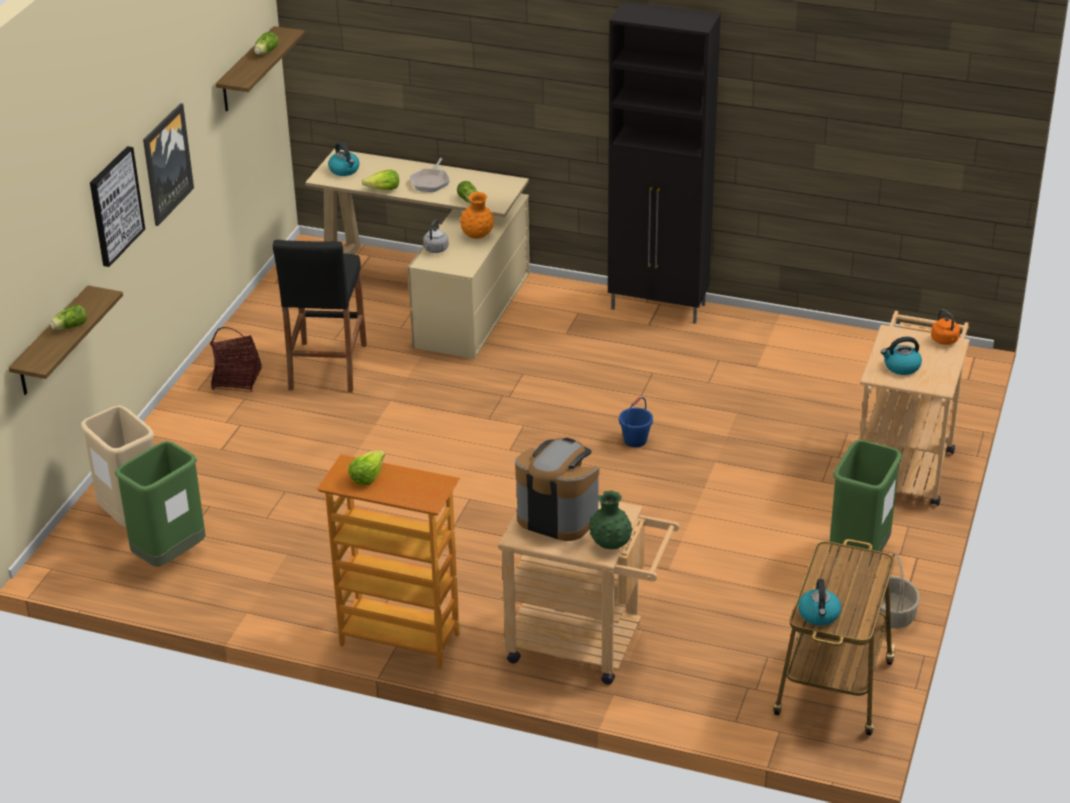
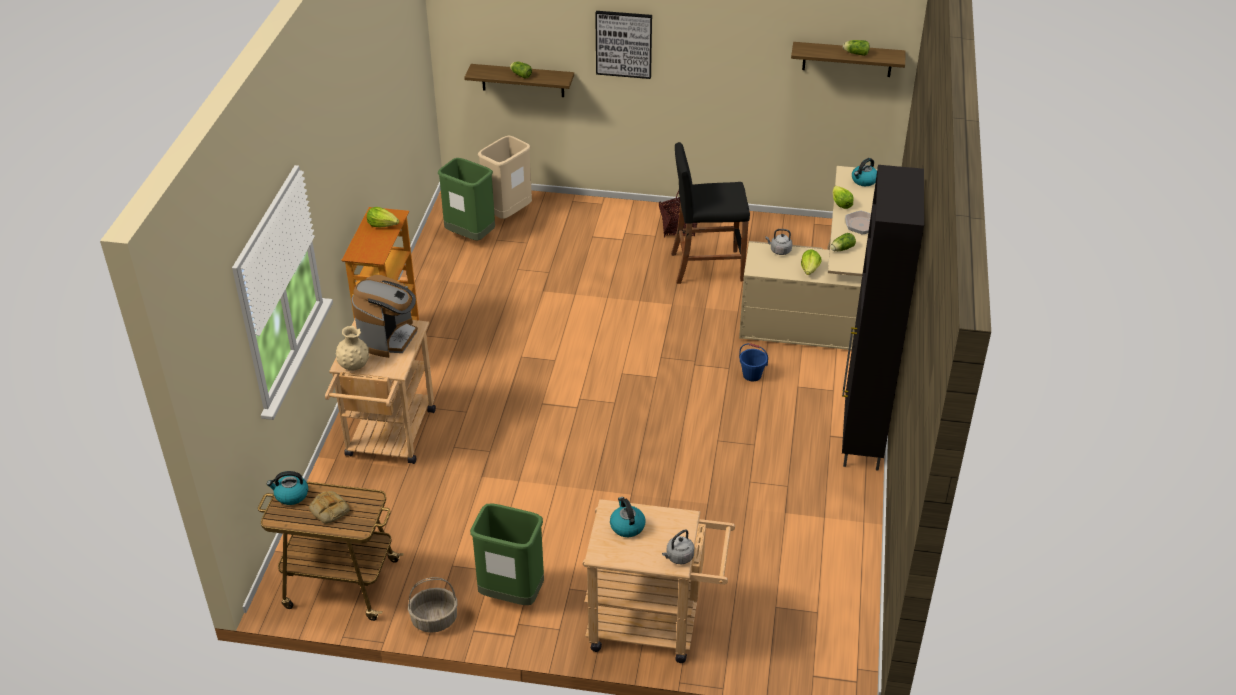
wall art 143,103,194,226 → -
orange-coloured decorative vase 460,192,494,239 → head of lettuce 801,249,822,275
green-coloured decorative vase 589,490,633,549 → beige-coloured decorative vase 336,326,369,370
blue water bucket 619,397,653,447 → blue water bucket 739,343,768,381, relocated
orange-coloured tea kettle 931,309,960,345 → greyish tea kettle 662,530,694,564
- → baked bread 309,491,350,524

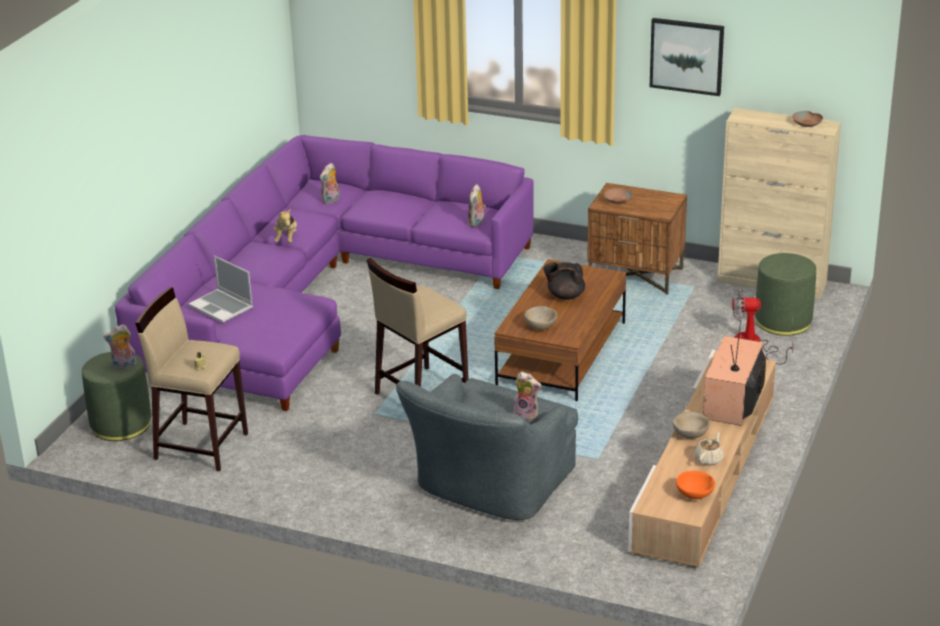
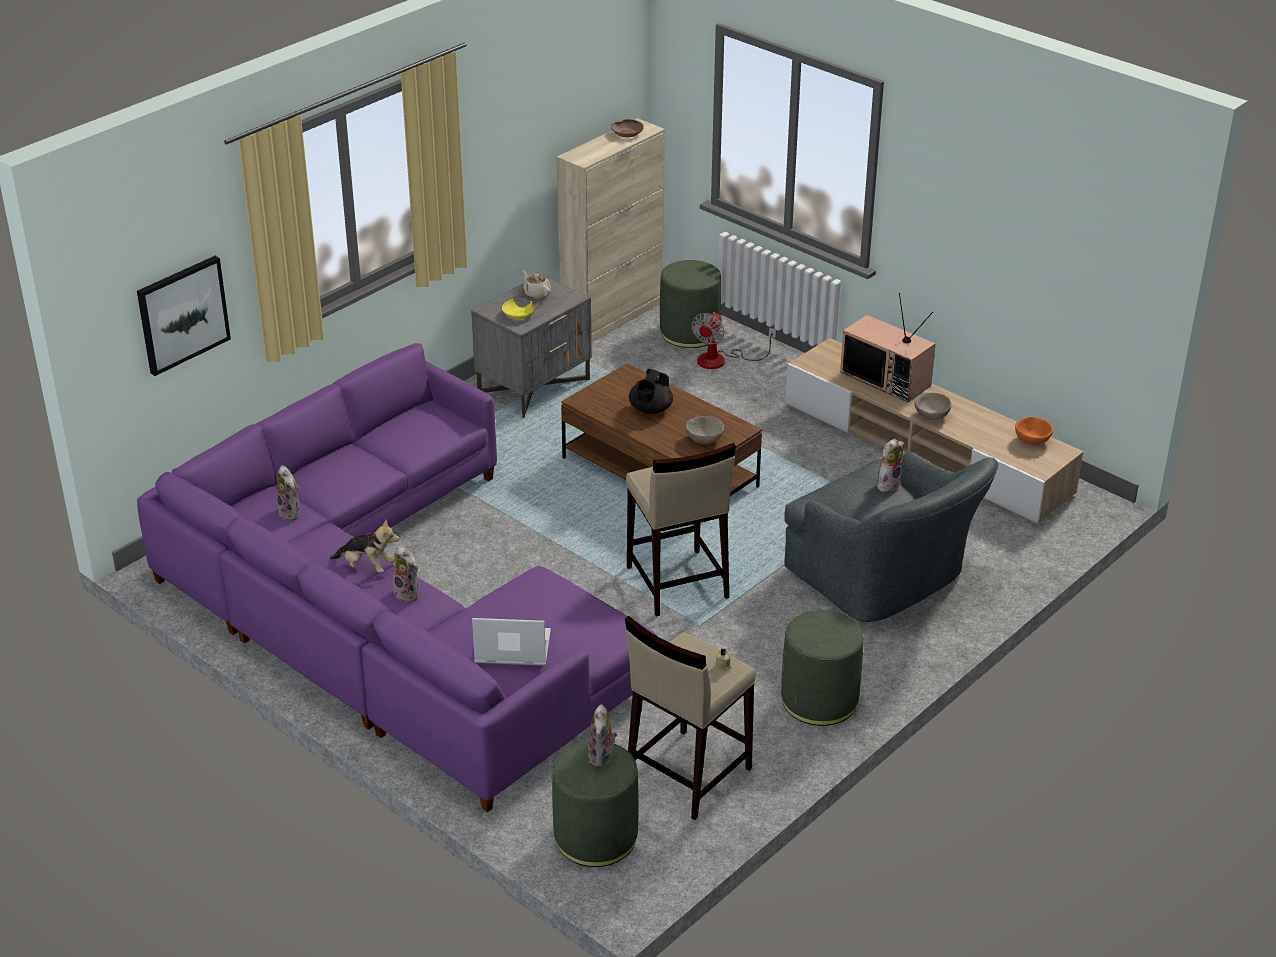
laptop 189,256,253,323 → laptop 472,618,551,666, 150 degrees counterclockwise
soft toy 468,184,486,227 → soft toy 393,546,419,602, relocated
brownish nightstand 587,183,687,295 → greyish nightstand 471,274,592,418
brownish serving bowl 603,188,633,204 → yellow-coloured serving bowl 502,299,536,319
wall art 650,18,724,96 → wall art 137,256,231,376, relocated
beige-coloured tea pot 694,432,724,466 → beige-coloured tea pot 522,270,551,299, relocated
- → green-coloured ottoman 781,610,864,726

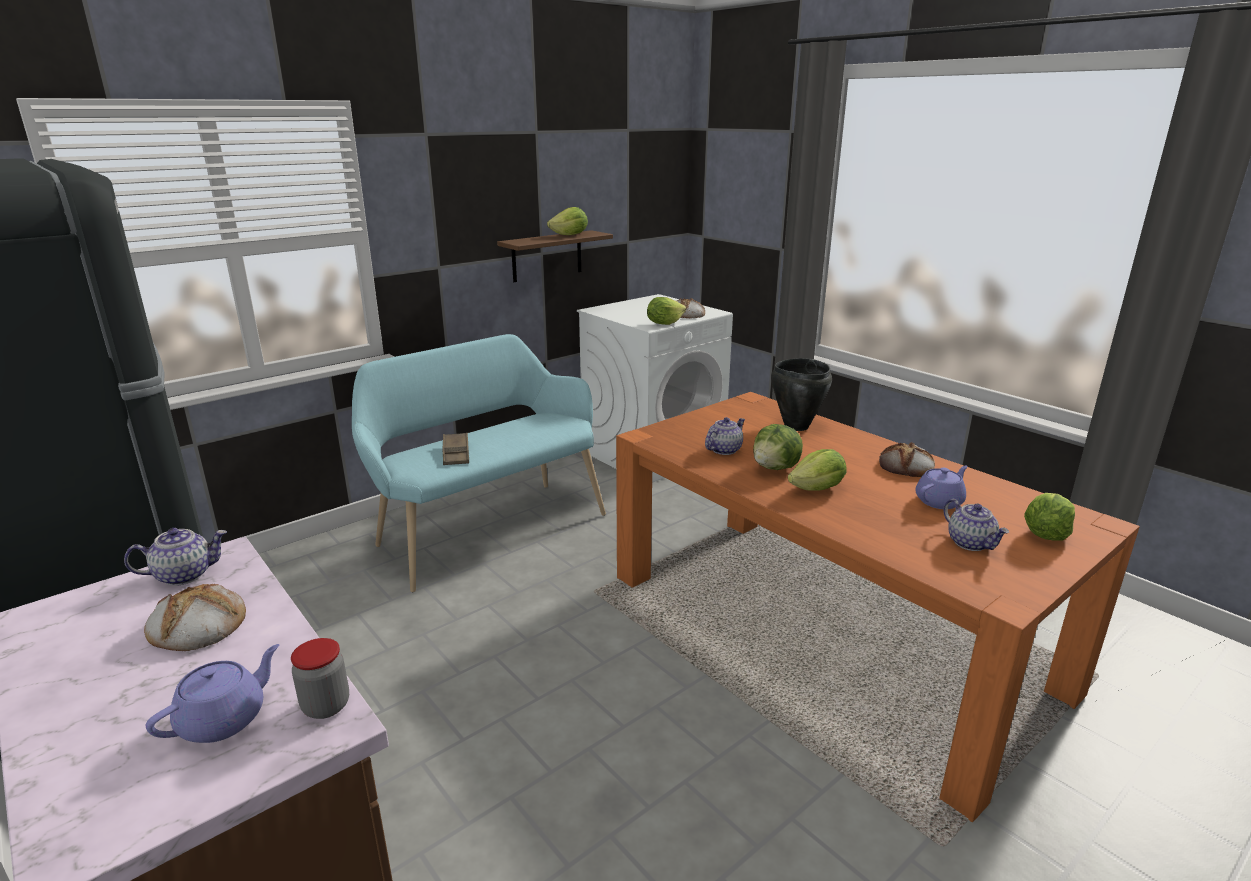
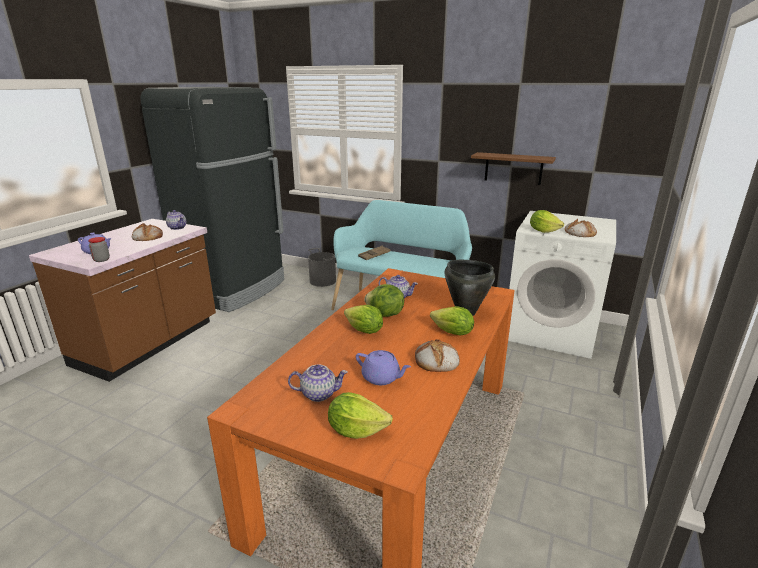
head of lettuce 547,207,588,235 → head of lettuce 430,306,474,336, relocated
tea pot 943,499,1009,551 → tea pot 288,365,348,402, 135 degrees counterclockwise
- → greyish water bucket 308,248,336,287

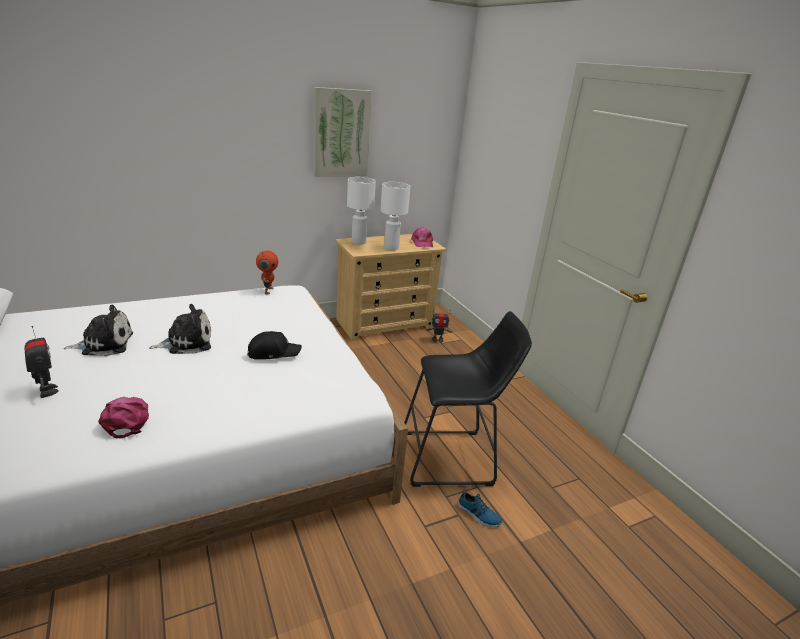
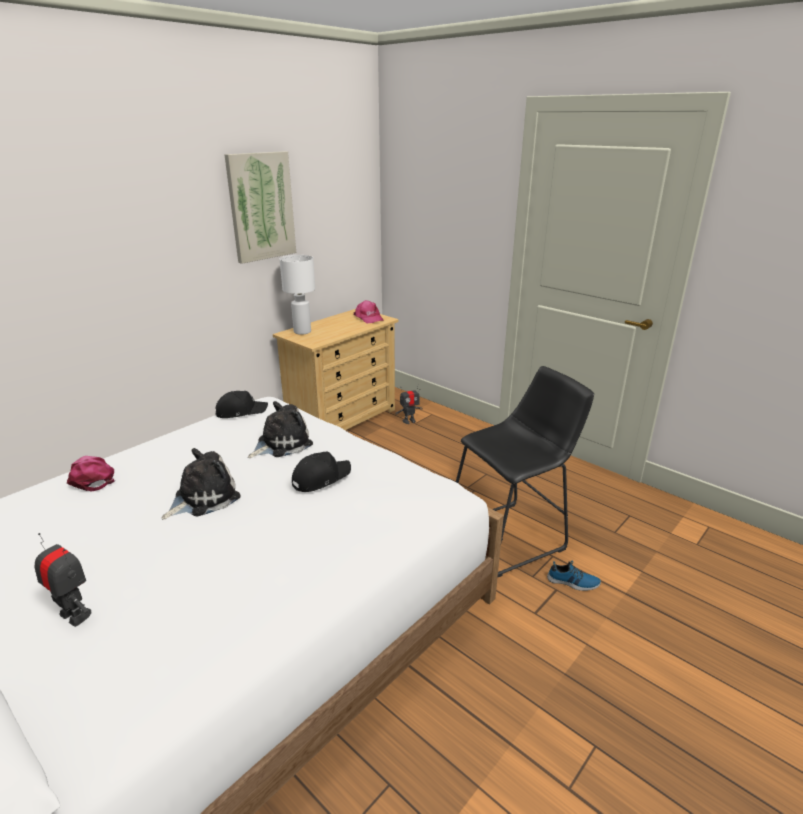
soft toy 63,305,133,356 → soft toy 248,401,313,458, relocated
pink-coloured peaked cap 98,397,149,438 → pink-coloured peaked cap 67,456,115,492, relocated
robot figure 256,251,278,294 → black peaked cap 216,391,268,418
whitish tabletop lamp 380,182,411,250 → -

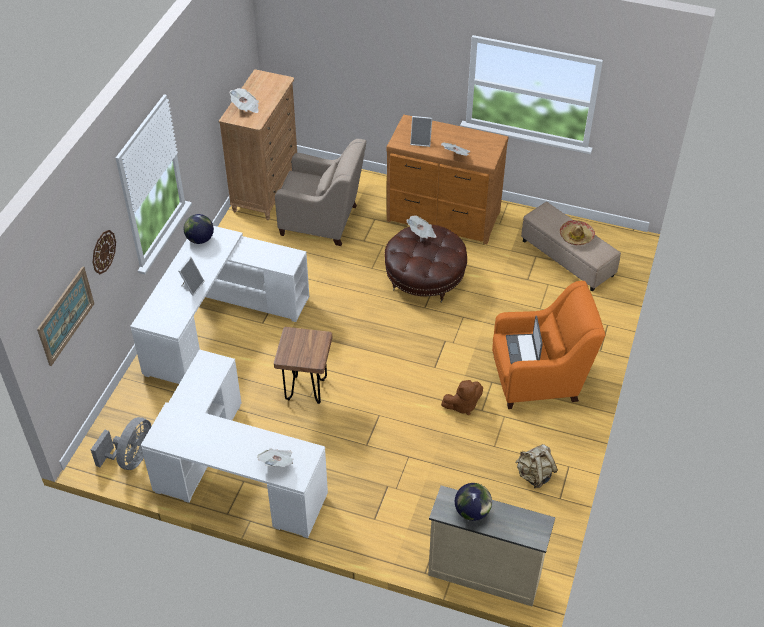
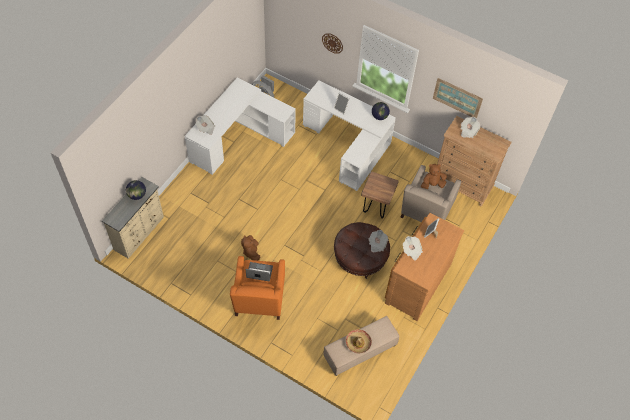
wall art 37,266,94,366 → wall art 433,78,483,118, relocated
brownish stool seat 274,327,332,404 → brownish stool seat 361,172,398,218, relocated
beige-coloured rucksack 515,444,558,488 → -
- → brownish soft toy 421,164,447,189

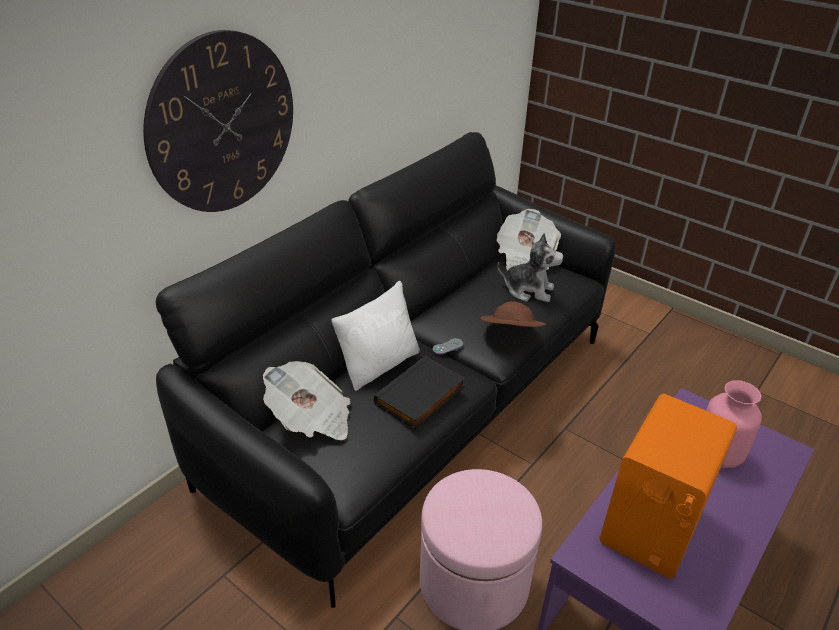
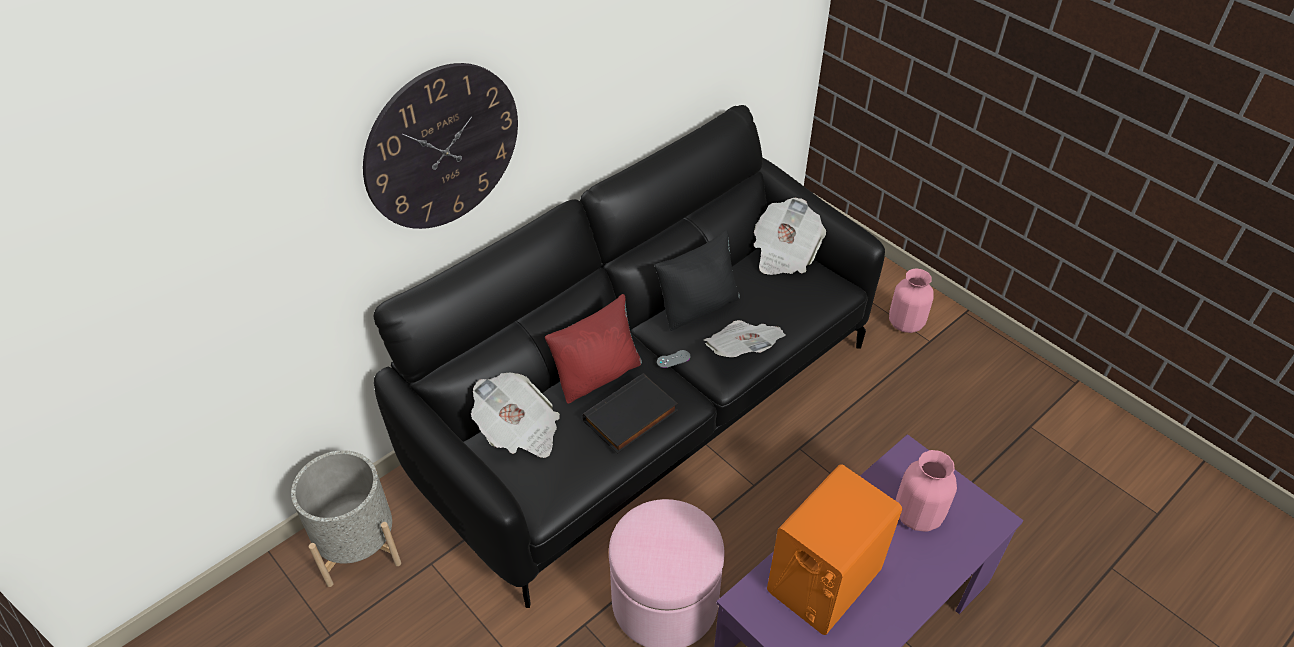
whitish pillow 331,281,420,391 → red-coloured pillow 545,294,642,404
brownish wearable hat 480,302,546,327 → daily paper 704,320,786,357
soft toy 497,233,564,302 → -
- → greyish planter 291,450,401,587
- → black pillow 655,230,740,331
- → pink-coloured decorative vase 889,268,934,333

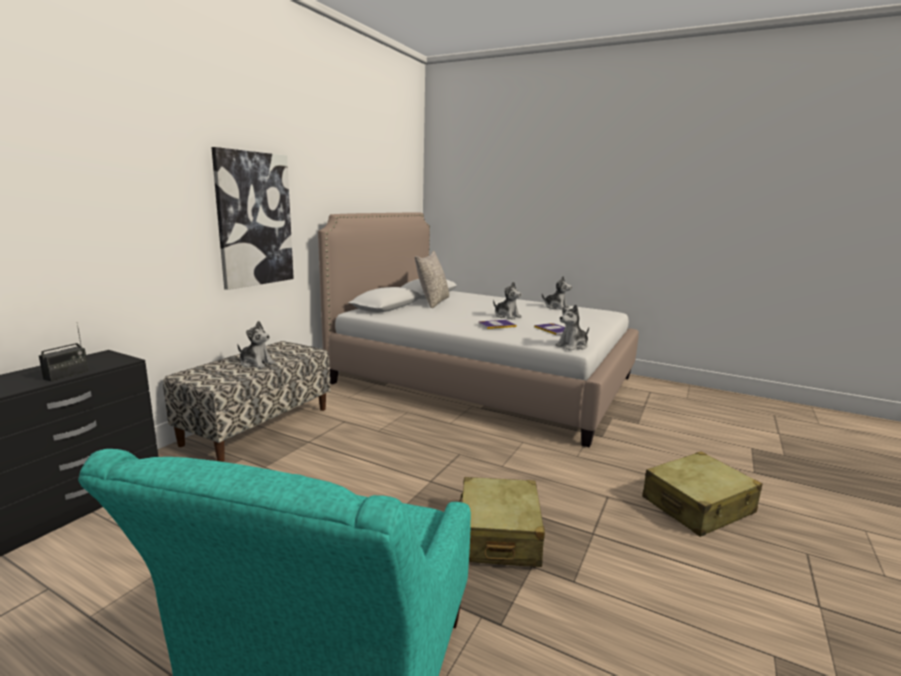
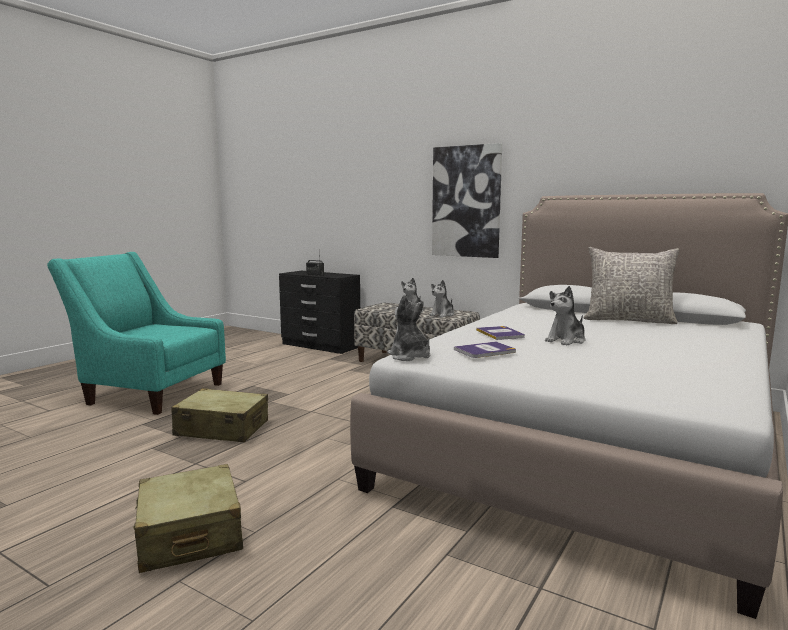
soft toy 542,276,572,310 → soft toy 429,280,454,317, relocated

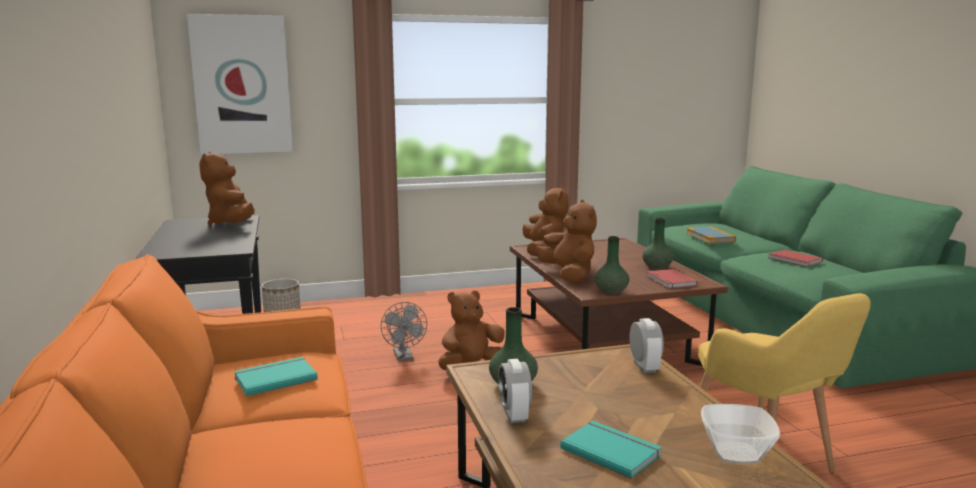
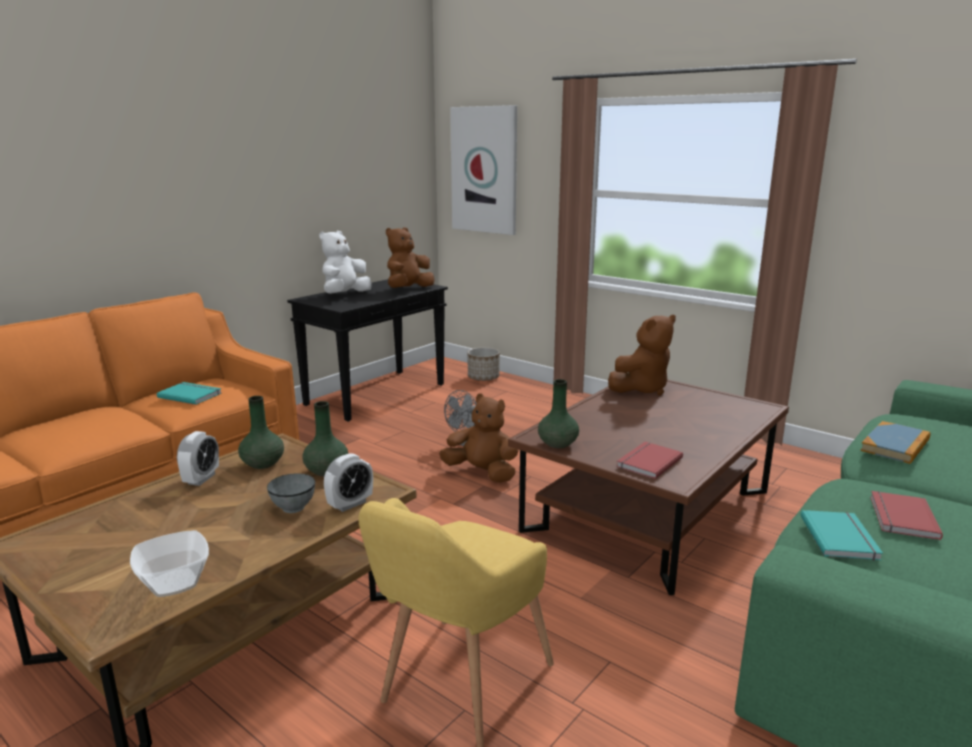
bedside clock 498,359,532,423 → bedside clock 177,431,219,486, 150 degrees clockwise
brownish soft toy 536,200,597,283 → -
turquoise-coloured book 560,421,662,479 → turquoise-coloured book 801,510,883,560, relocated
green-coloured decorative vase 642,218,674,269 → green-coloured decorative vase 303,401,348,476, relocated
- → greyish serving bowl 267,473,315,513
- → whitish soft toy 319,231,372,294

